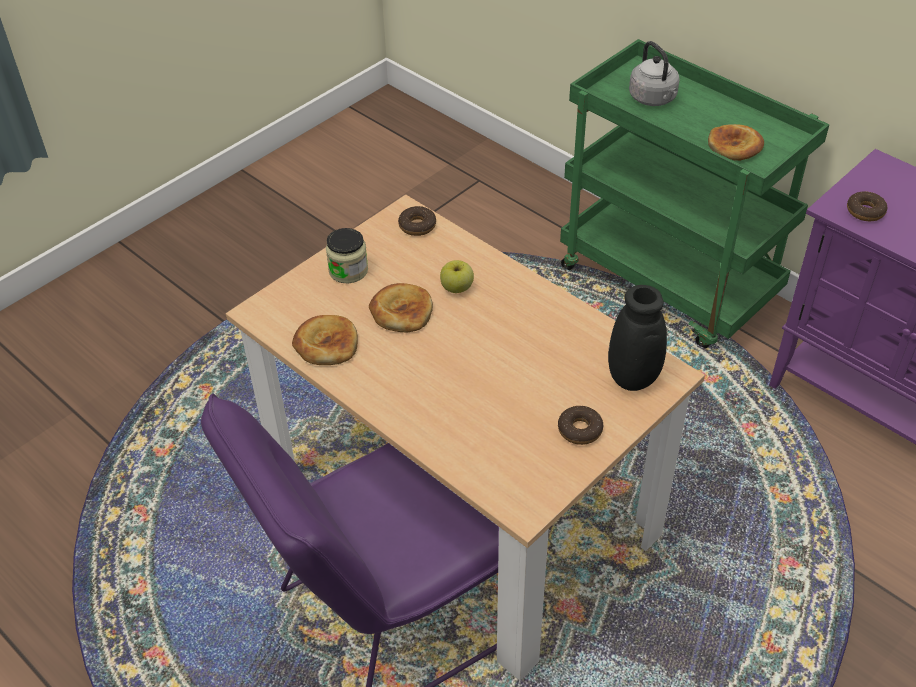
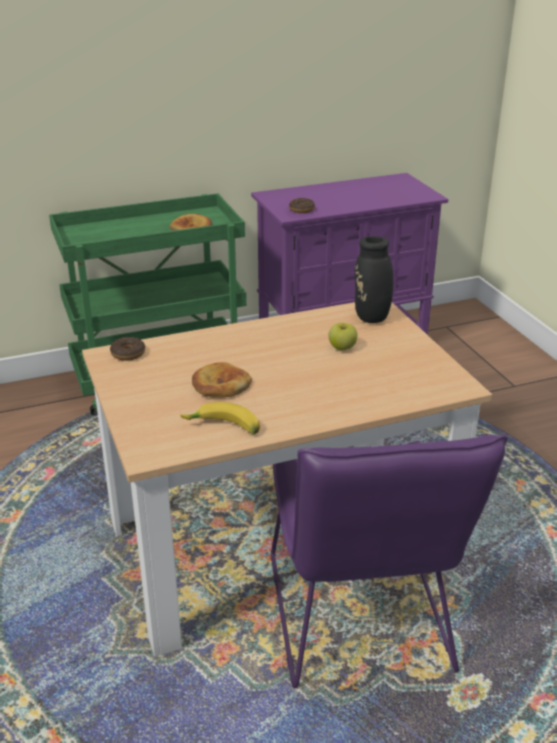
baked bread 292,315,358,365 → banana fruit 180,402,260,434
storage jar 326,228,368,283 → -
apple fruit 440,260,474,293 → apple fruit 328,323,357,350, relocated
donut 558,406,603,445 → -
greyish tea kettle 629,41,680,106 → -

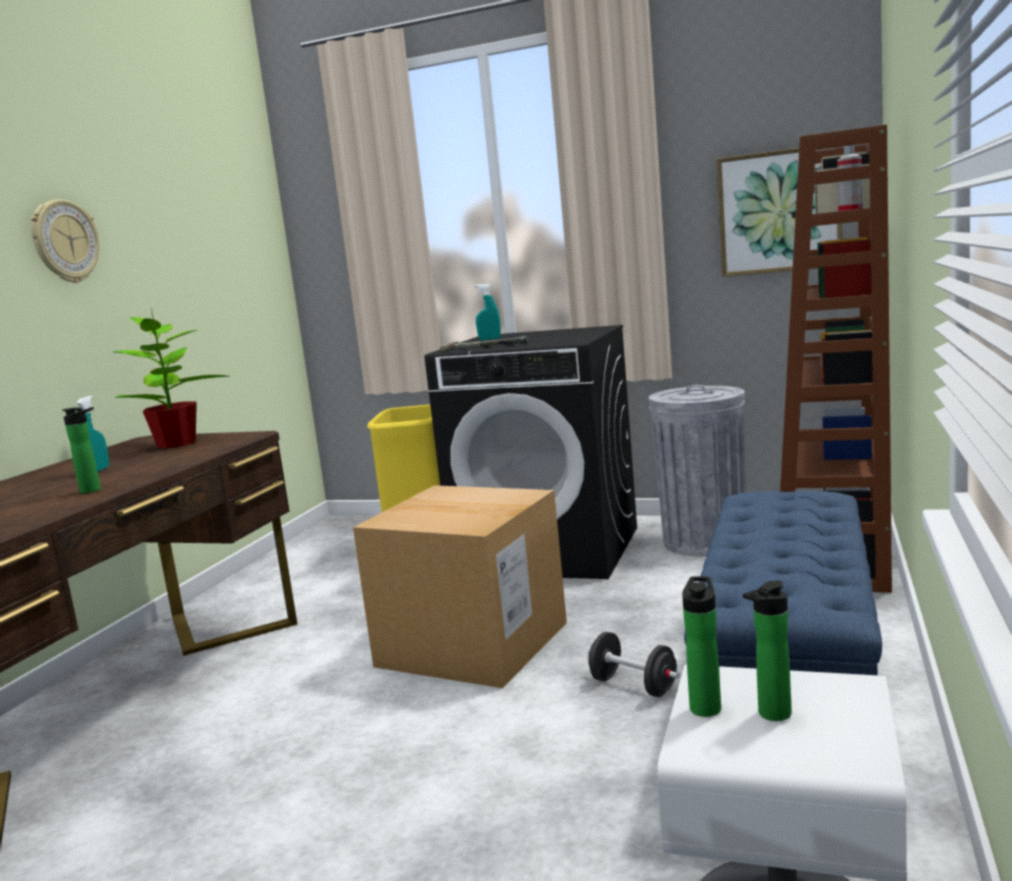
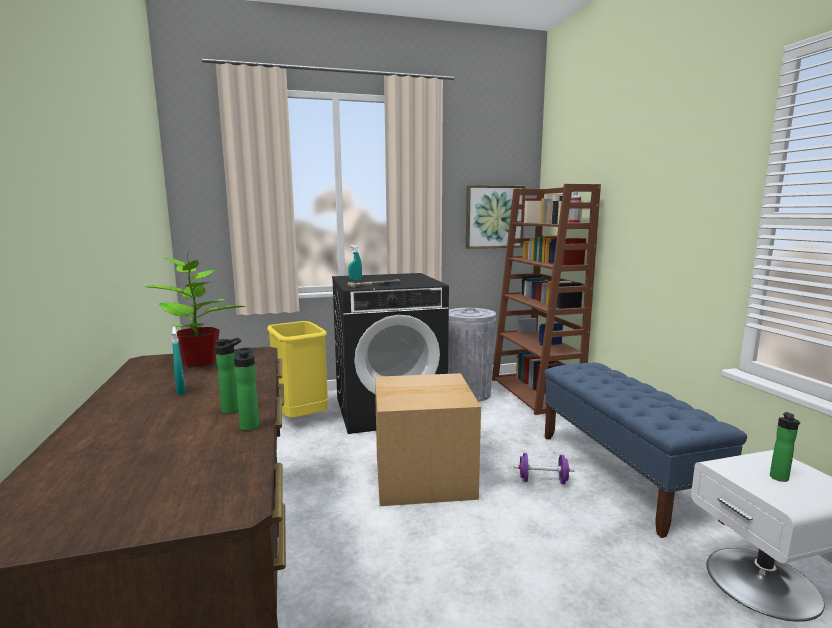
clock on the wall 30,199,99,283 → -
black free weight 588,632,679,697 → purple free weight 514,453,574,484
bottle 682,576,721,717 → bottle 234,347,259,431, relocated

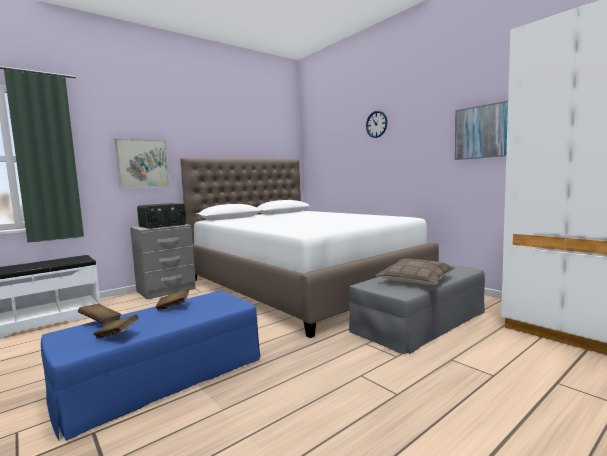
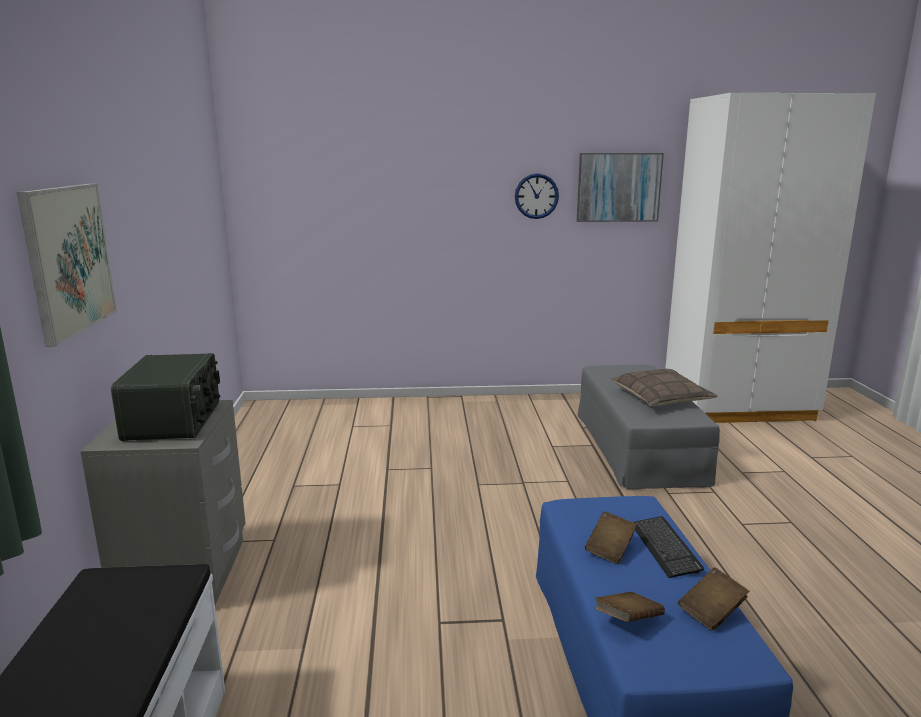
whitish bedroom bed 180,158,439,338 → -
clock on the wall 366,111,387,138 → clock on the wall 515,173,559,219, relocated
- → computer keyboard 633,516,704,578

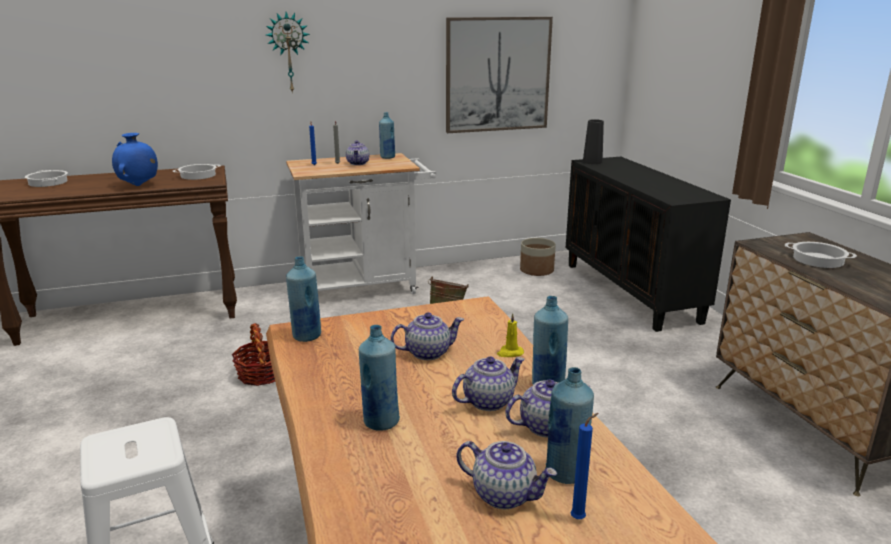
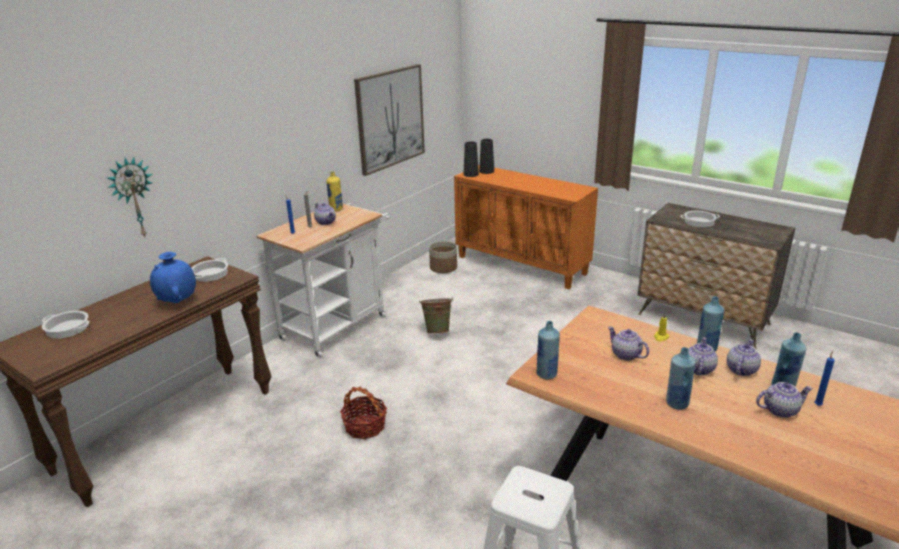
clock on the wall 266,12,310,94 → clock on the wall 108,157,152,237, relocated
blue bottle 379,112,395,159 → yellow-coloured bottle 326,171,343,212
tea pot 391,312,464,360 → tea pot 608,327,649,361, 75 degrees counterclockwise
black storage cabinet 566,157,731,332 → orange-coloured storage cabinet 454,165,598,289
- → black decorative vase 479,139,494,174

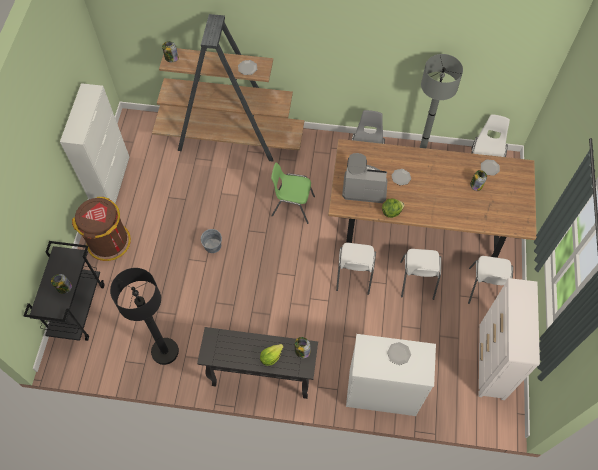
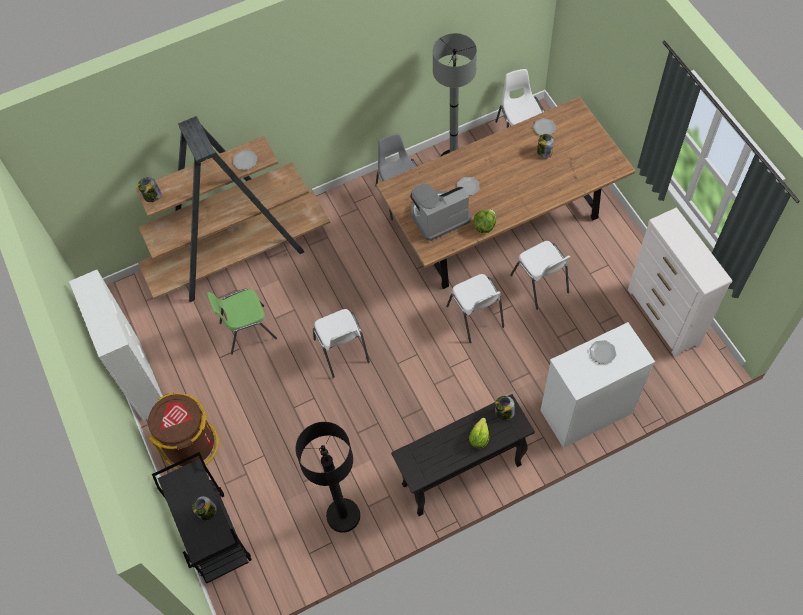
greyish water bucket 201,229,222,253 → -
green-coloured chair 271,163,315,224 → green-coloured chair 207,289,277,355, relocated
whitish chair 468,256,513,304 → whitish chair 313,309,370,378, relocated

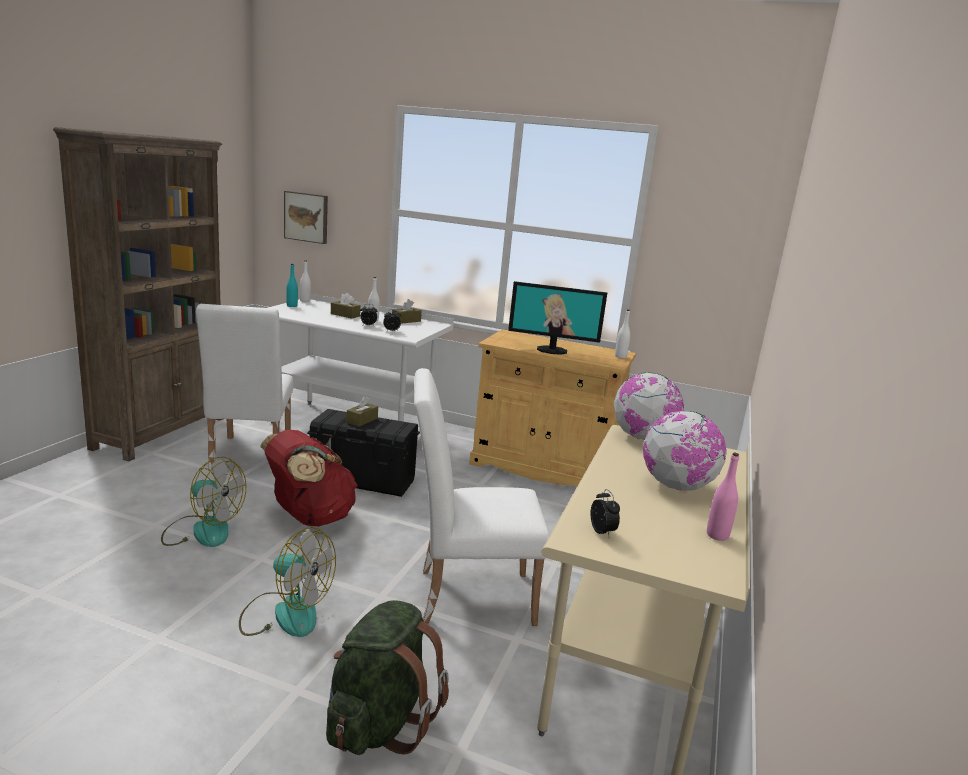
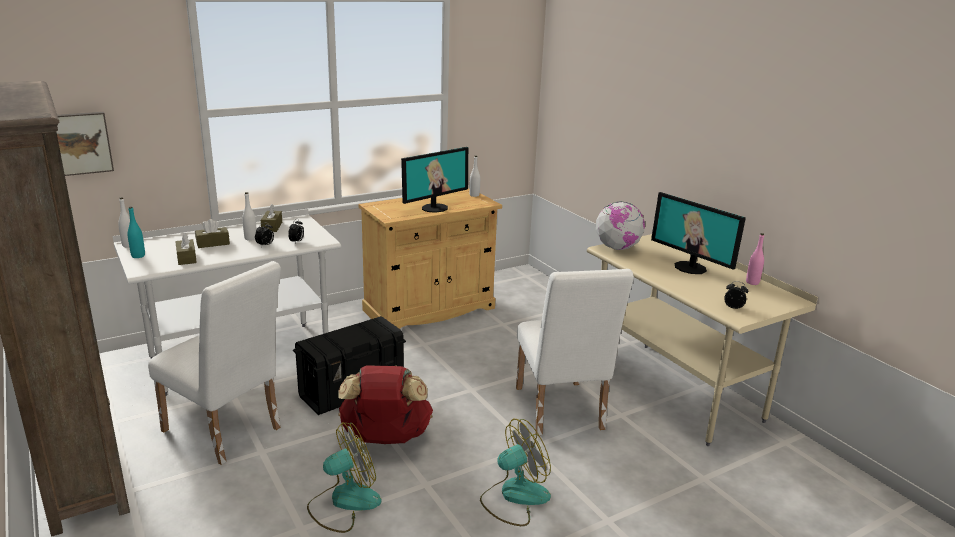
green-coloured rucksack 326,600,449,755 → -
brownish tissue box 346,396,378,427 → brownish tissue box 175,233,197,265, relocated
whitish chair 414,368,550,626 → whitish chair 516,269,634,436, 45 degrees counterclockwise
desk globe 643,411,726,491 → computer display 651,192,746,274

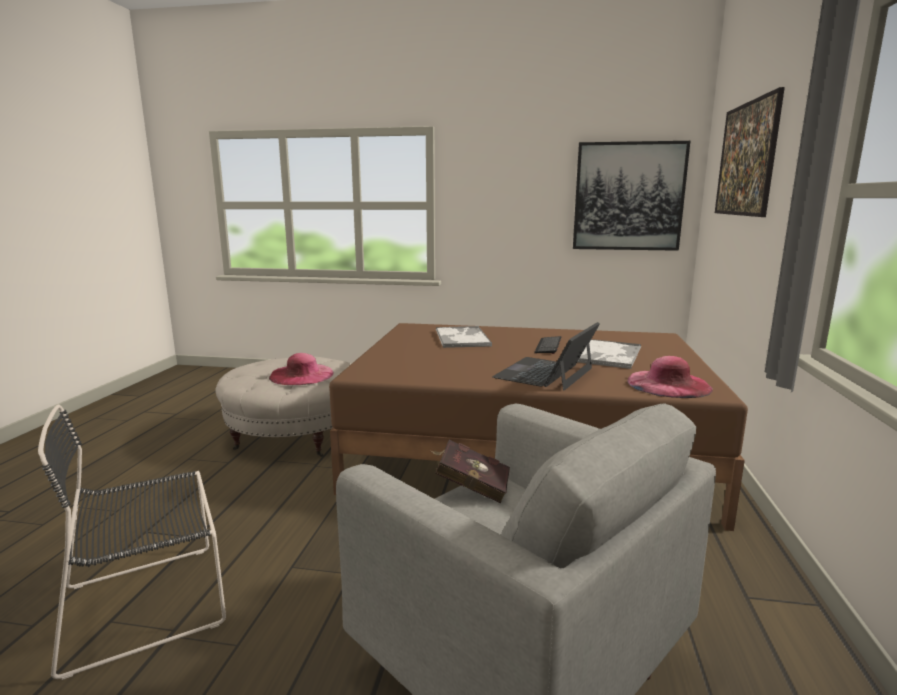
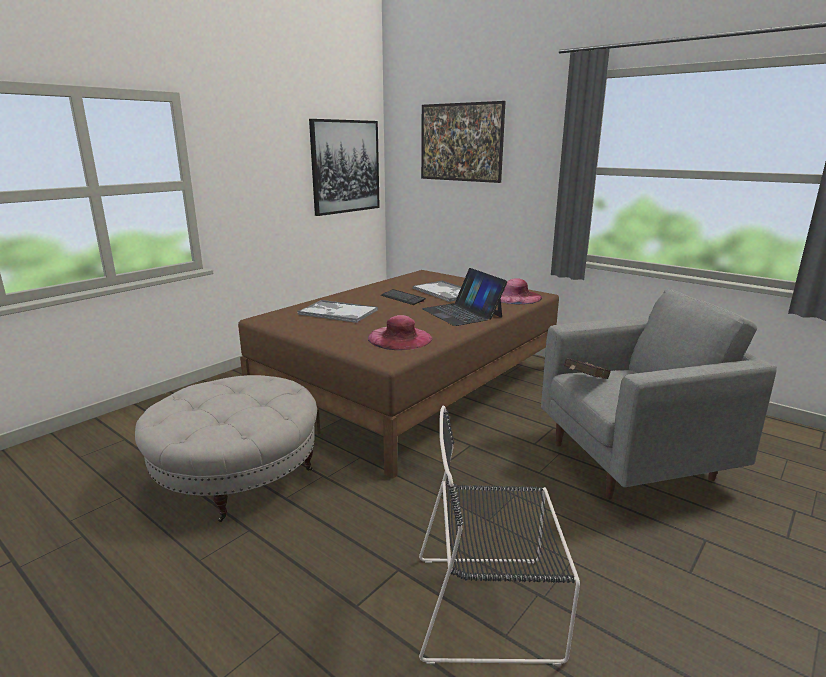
black chair 38,405,226,680 → black chair 419,406,580,665, 90 degrees clockwise
pink-coloured wearable hat 269,353,333,385 → pink-coloured wearable hat 368,315,433,350, relocated

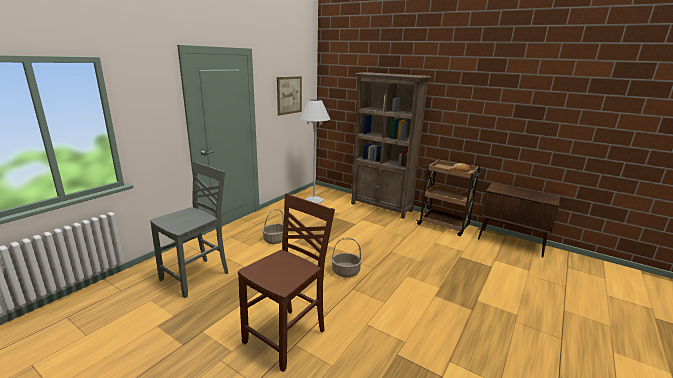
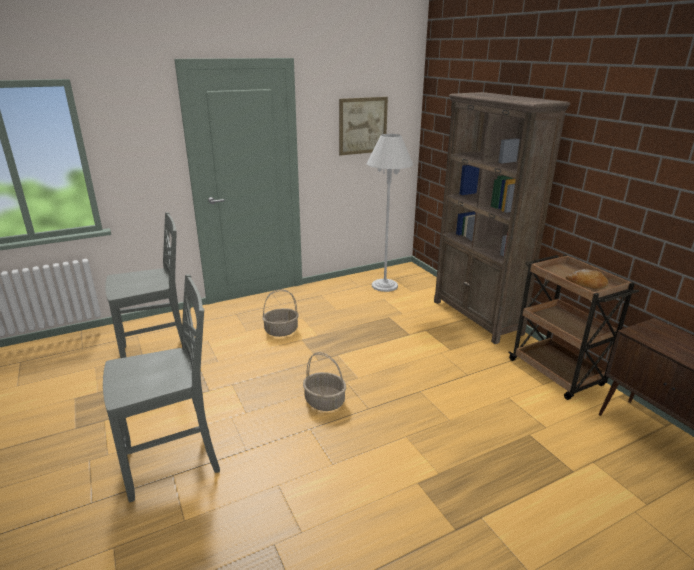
brownish chair 238,193,335,372 → greyish chair 103,274,220,502

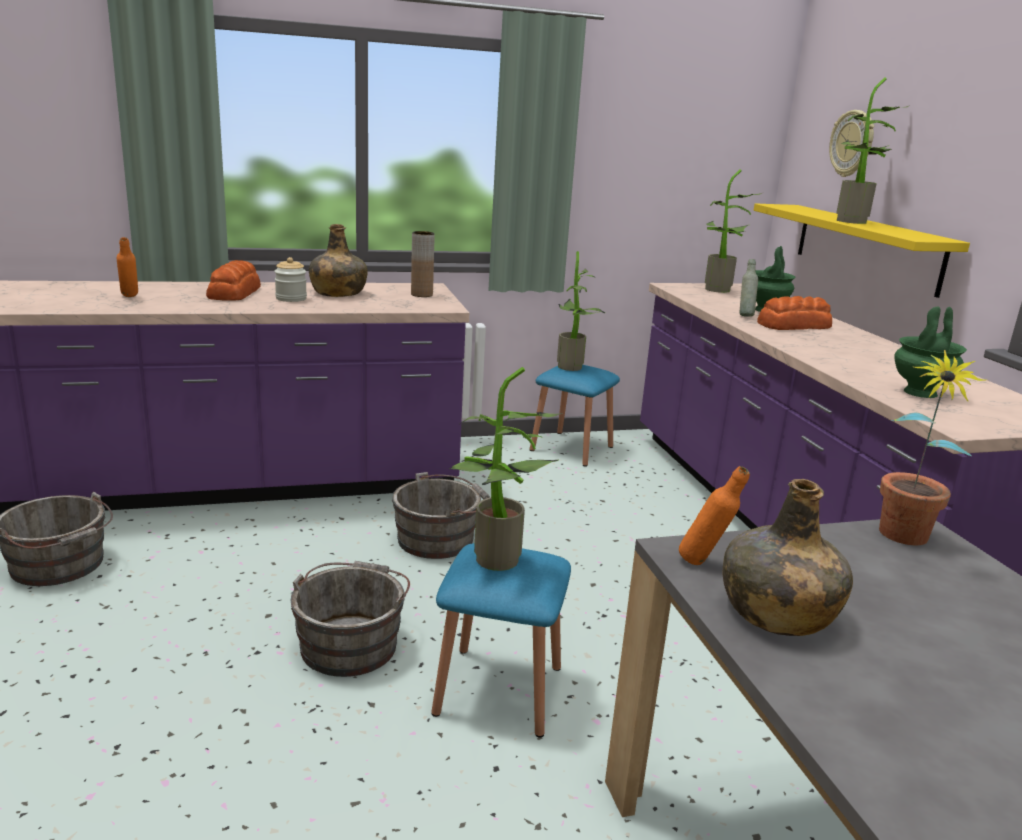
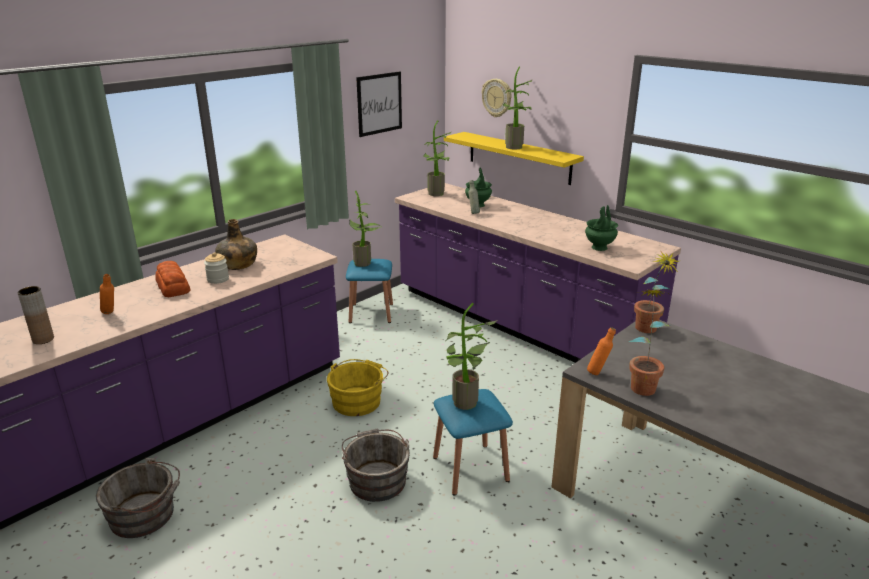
greyish water bucket 392,472,490,559 → yellow-coloured water bucket 327,359,388,416
brownish decorative vase 411,231,435,297 → brownish decorative vase 18,286,54,344, relocated
green-coloured bottle 723,479,853,636 → houseplant 628,290,670,396
baked bread 757,296,832,330 → -
- → wall art 356,71,402,137

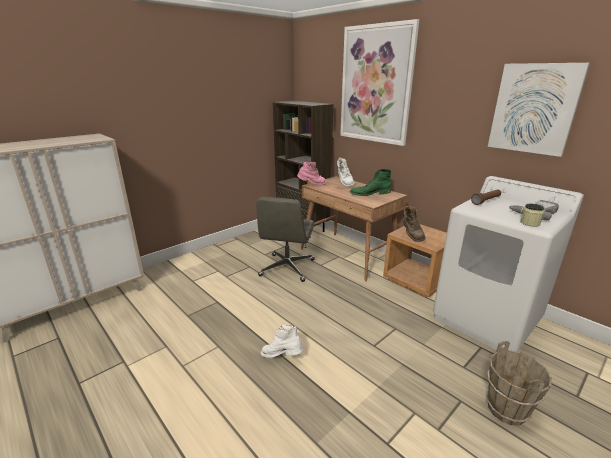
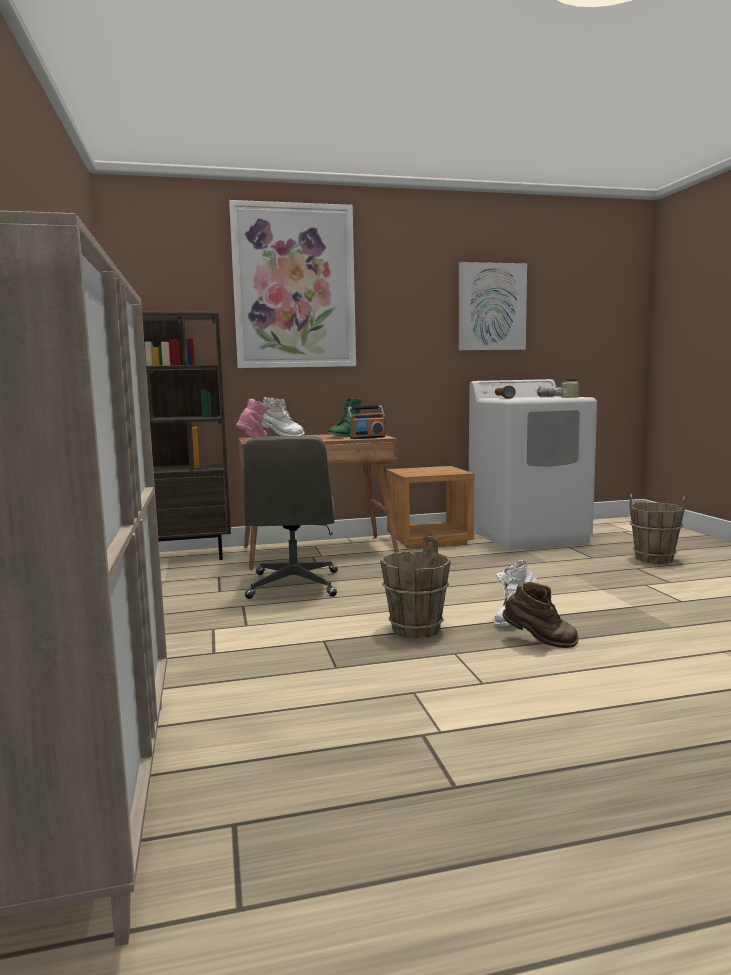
greyish computer chair 256,197,315,282 → greyish computer chair 244,436,338,599, 45 degrees clockwise
brownish boot 403,205,426,242 → brownish boot 502,582,579,648, relocated
- → radio set 347,405,385,439
- → brownish water bucket 380,536,451,639

